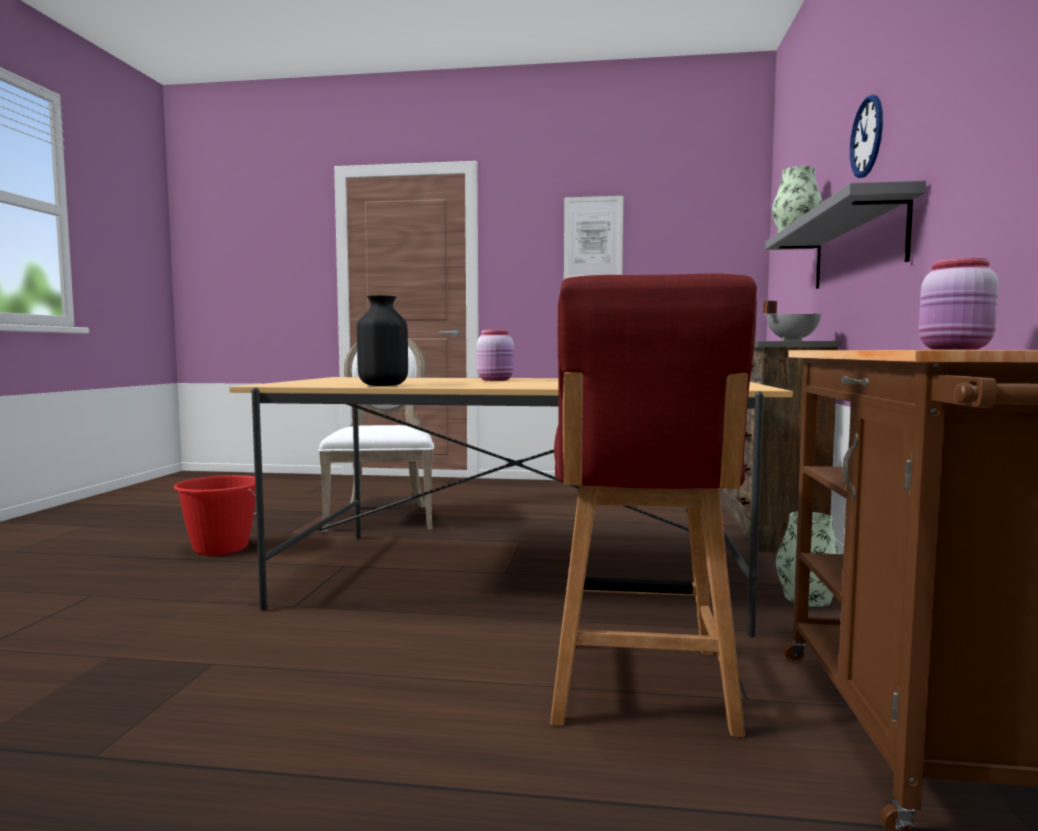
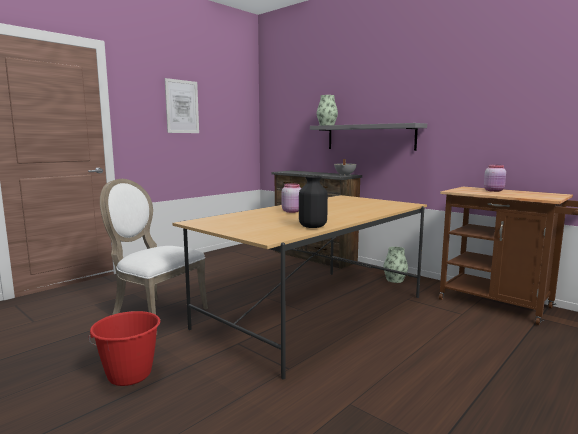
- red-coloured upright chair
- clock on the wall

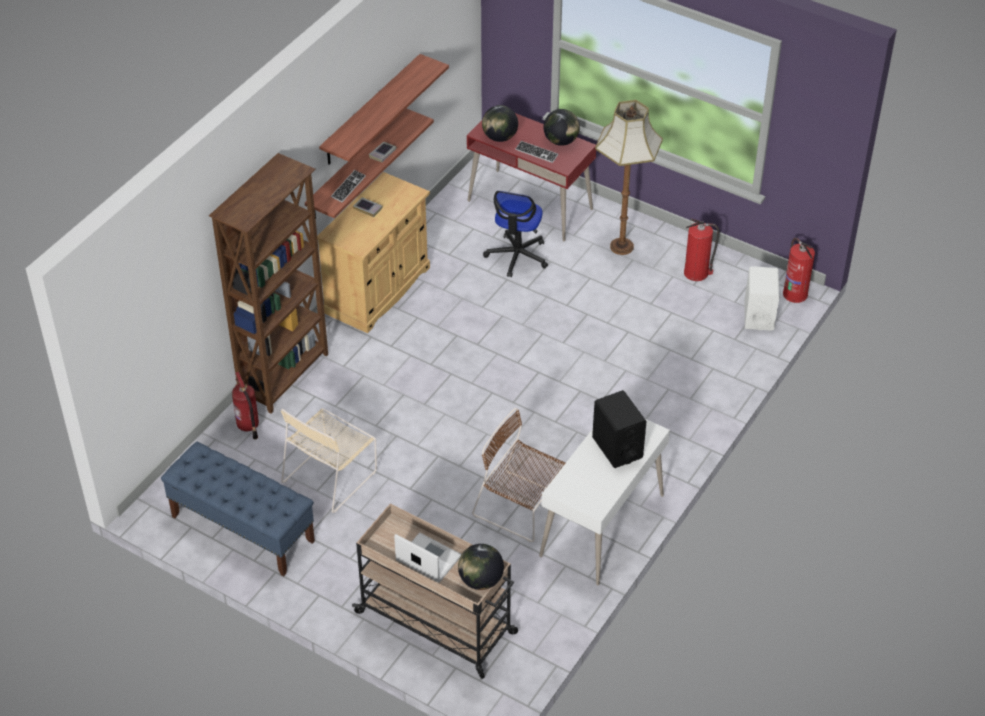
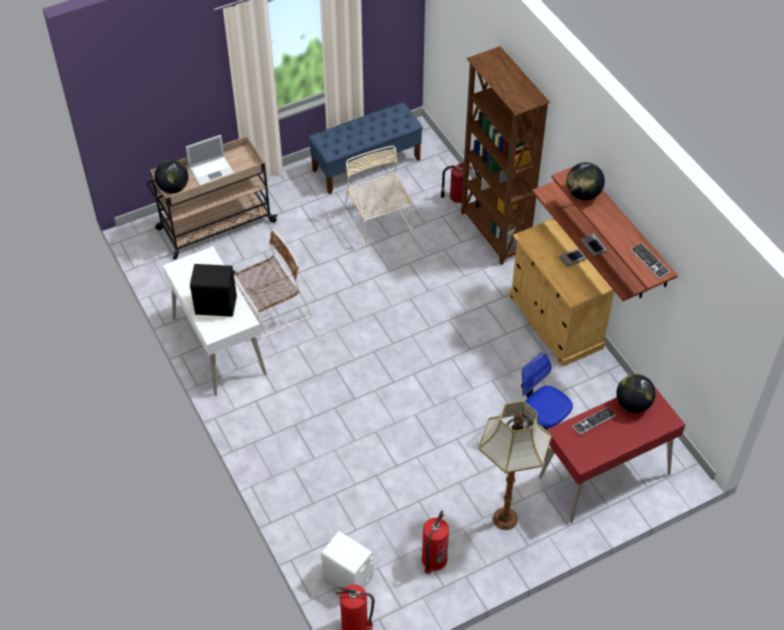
~ computer keyboard (1st from left in the first image) to computer keyboard (2nd from left)
~ globe (3rd from left in the first image) to globe (2nd from left)

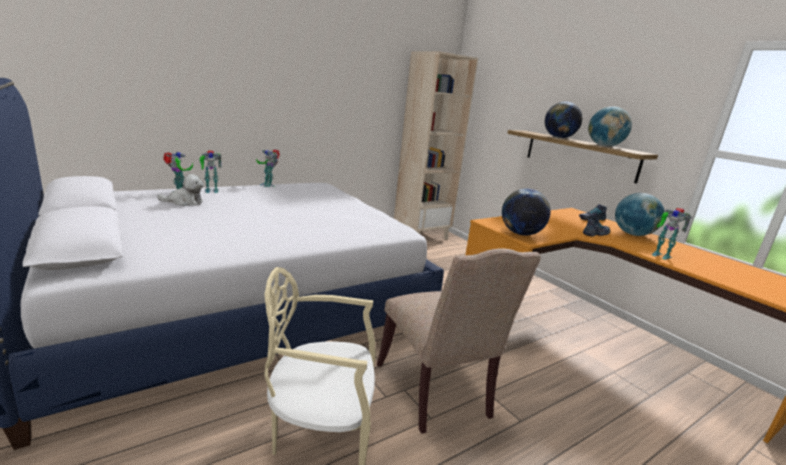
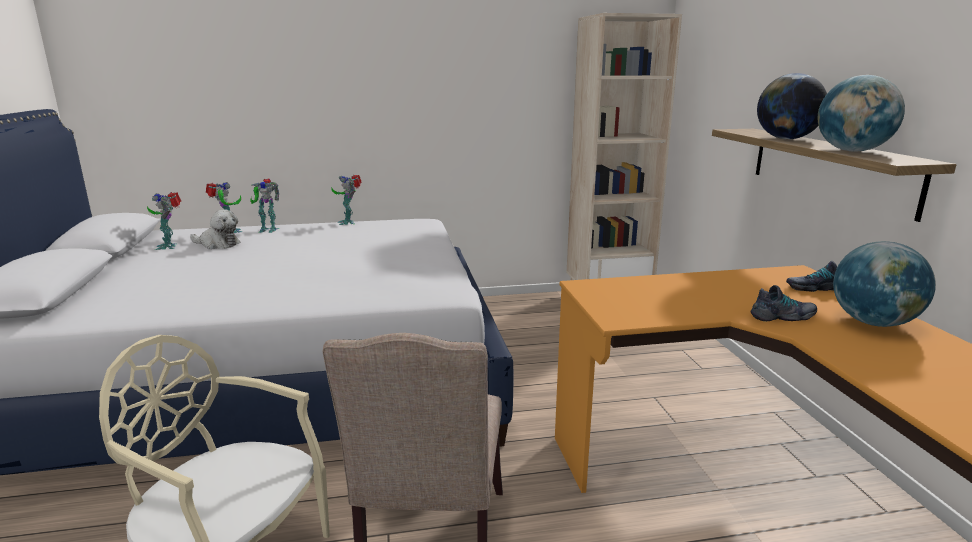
- globe (1st from left)
~ model robot (4th from left in the first image) to model robot (1st from left)

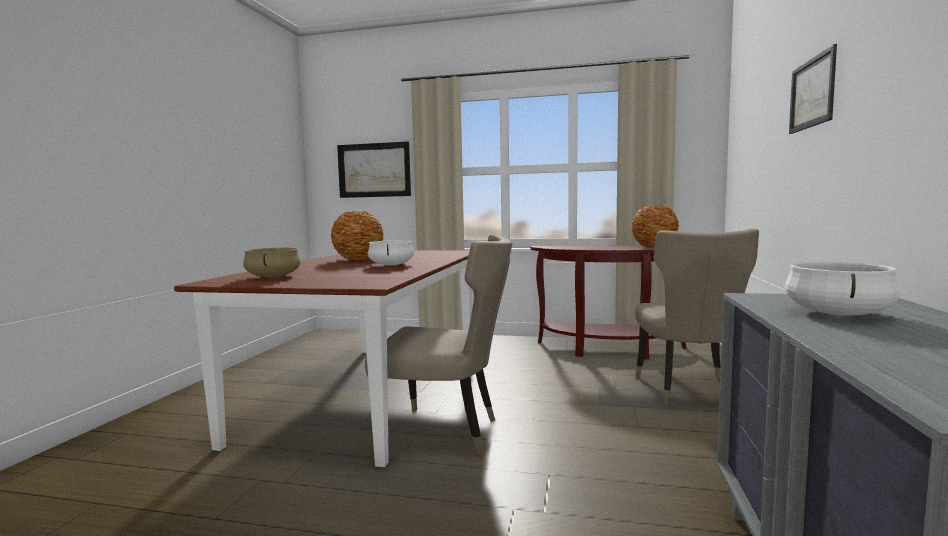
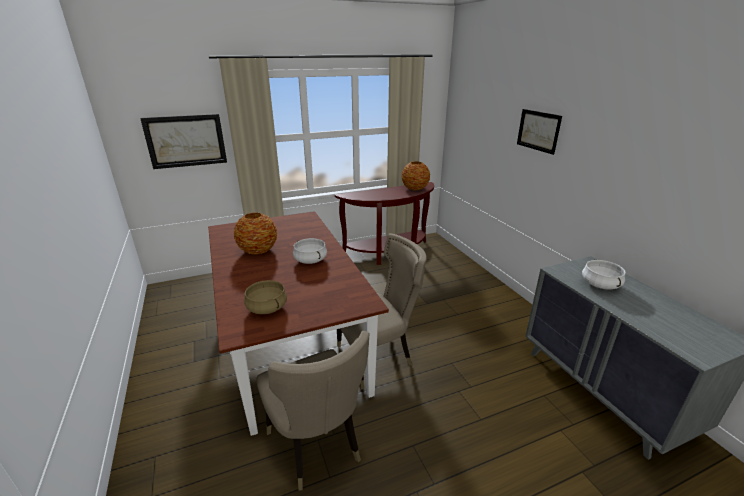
~ beige-coloured upright chair (2nd from left in the first image) to beige-coloured upright chair (1st from left)

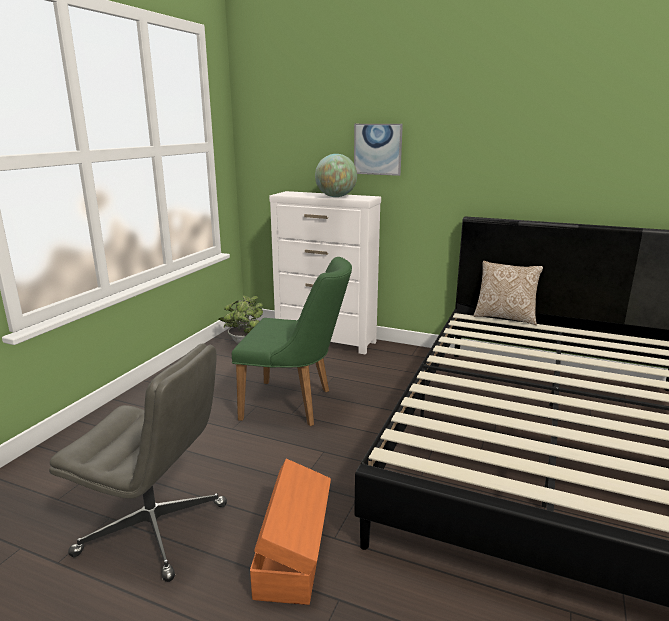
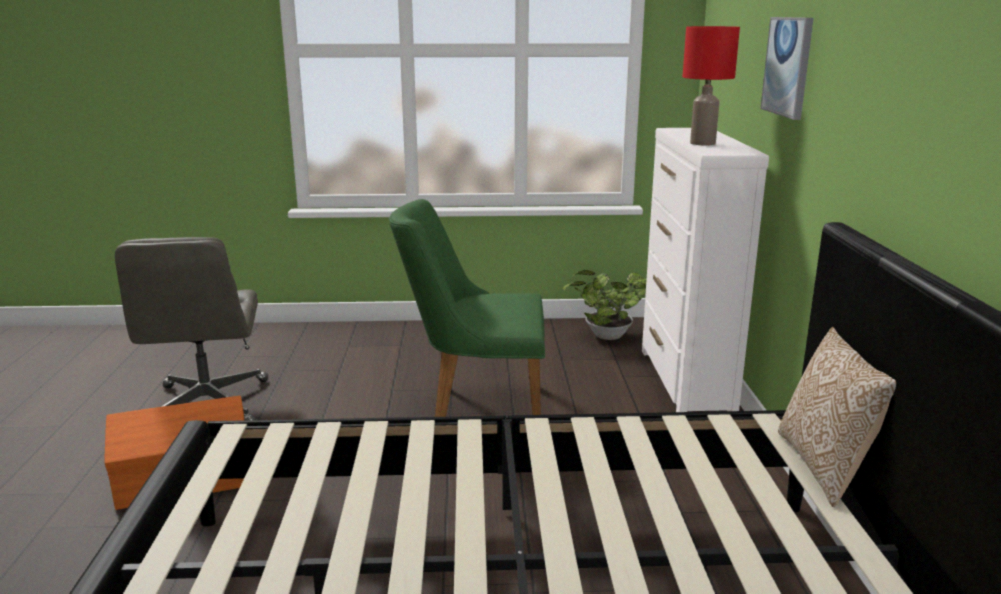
~ globe to red-coloured lamp for a table
~ green-coloured upright chair 105 degrees clockwise

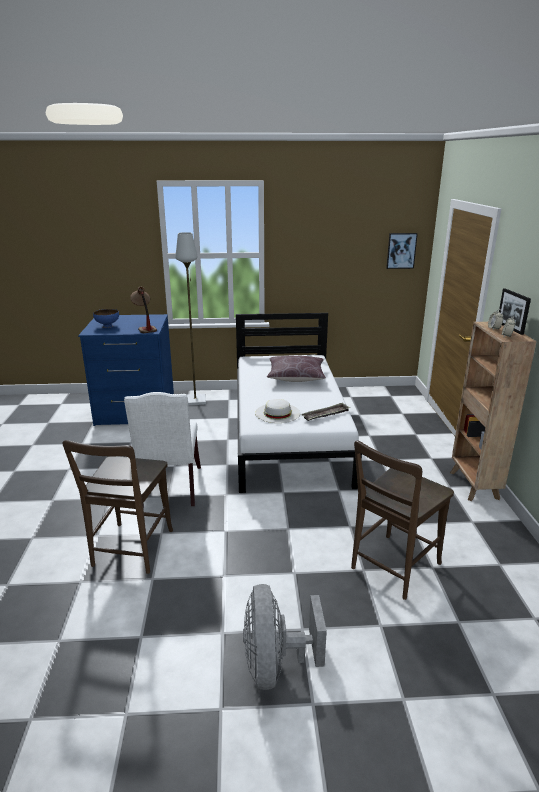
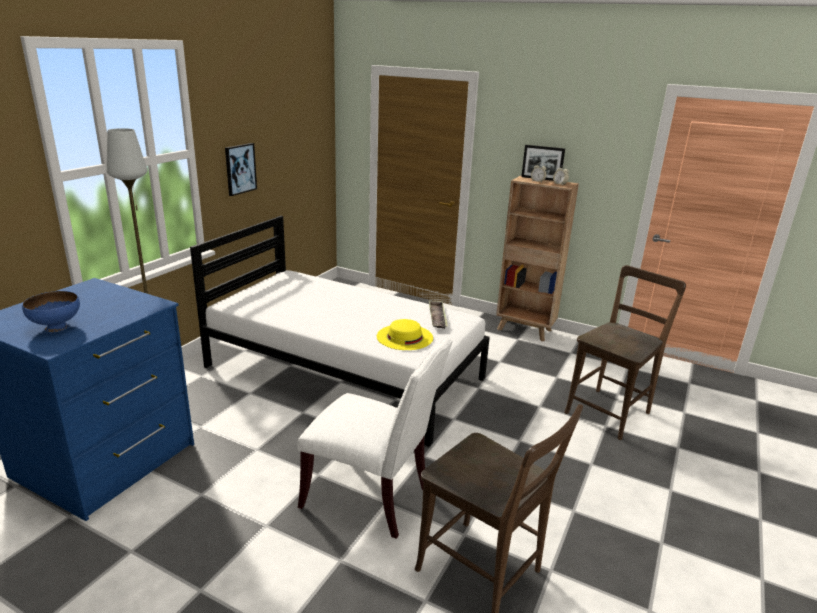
- lamp for a table
- grey cooling fan
- brown cushion
~ wall picture
~ white hat to yellowish hat
~ brown upright chair (2nd from left) 120 degrees counterclockwise

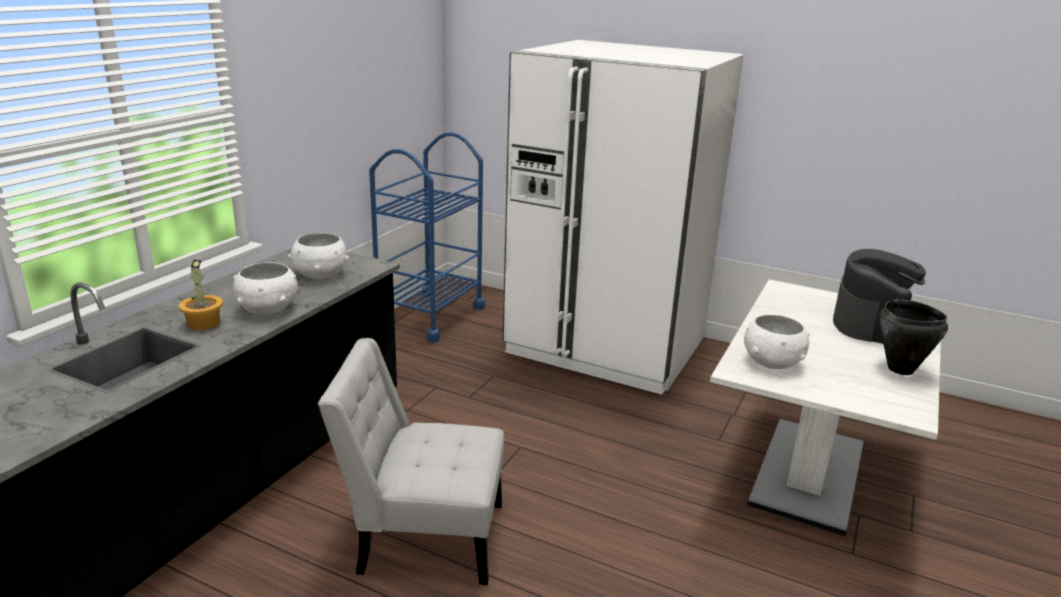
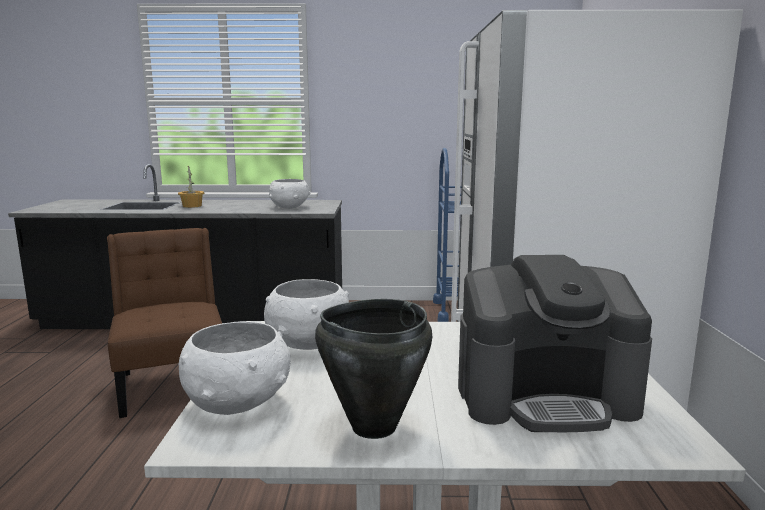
~ white bowl (1st from left)
~ white upright chair to brown upright chair

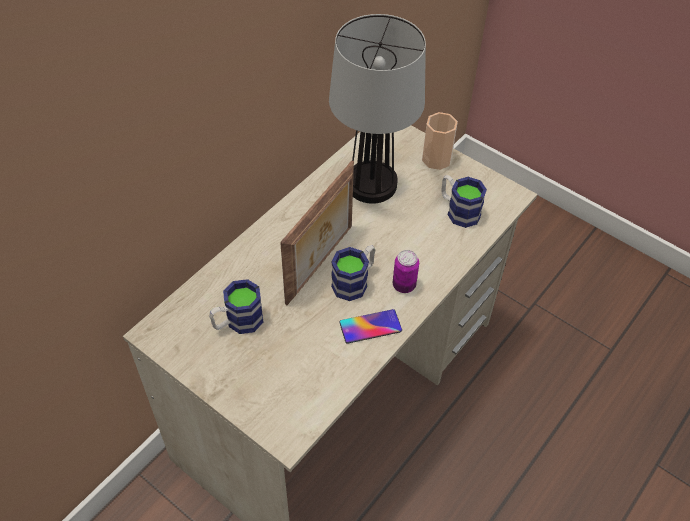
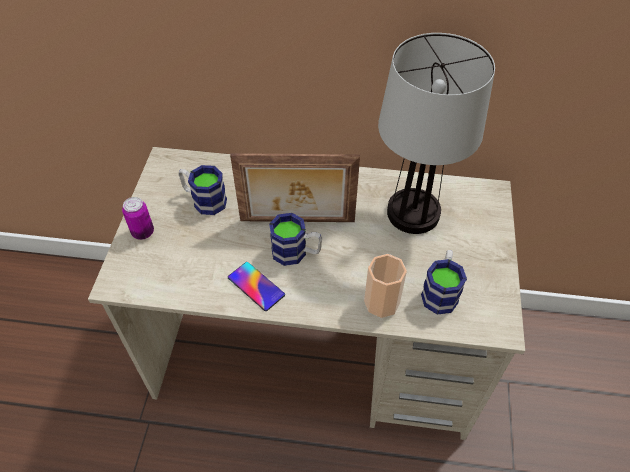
~ sealed can
~ cup

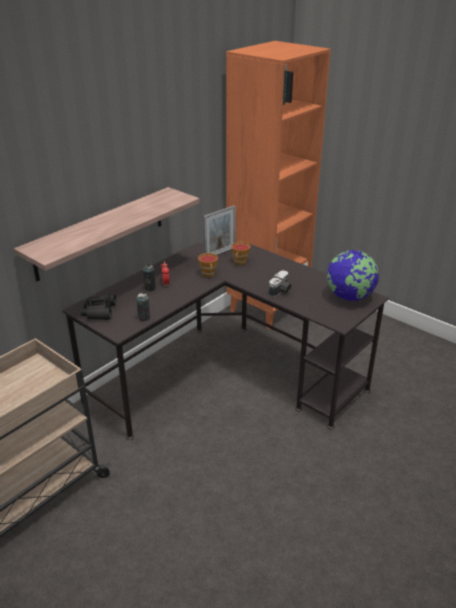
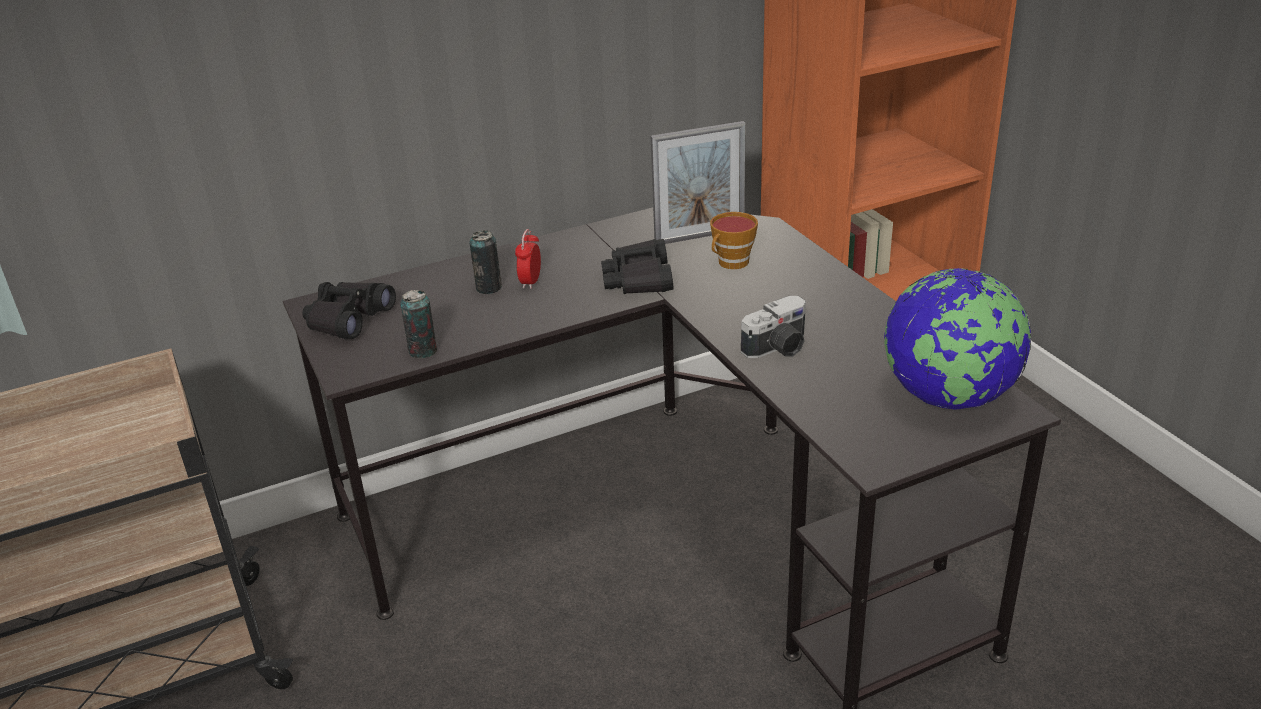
- shelf
~ cup (1st from left) to black-coloured field glasses (2nd from left)

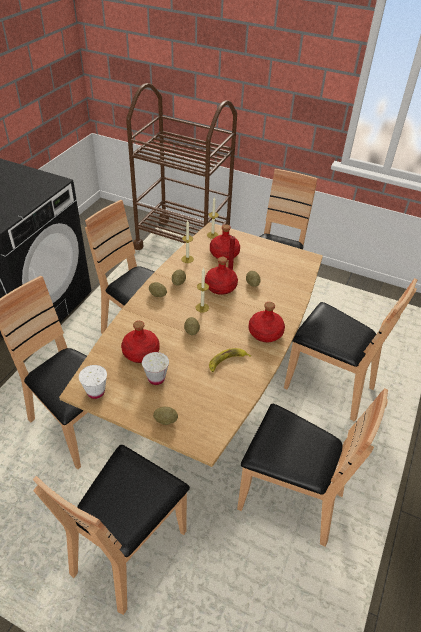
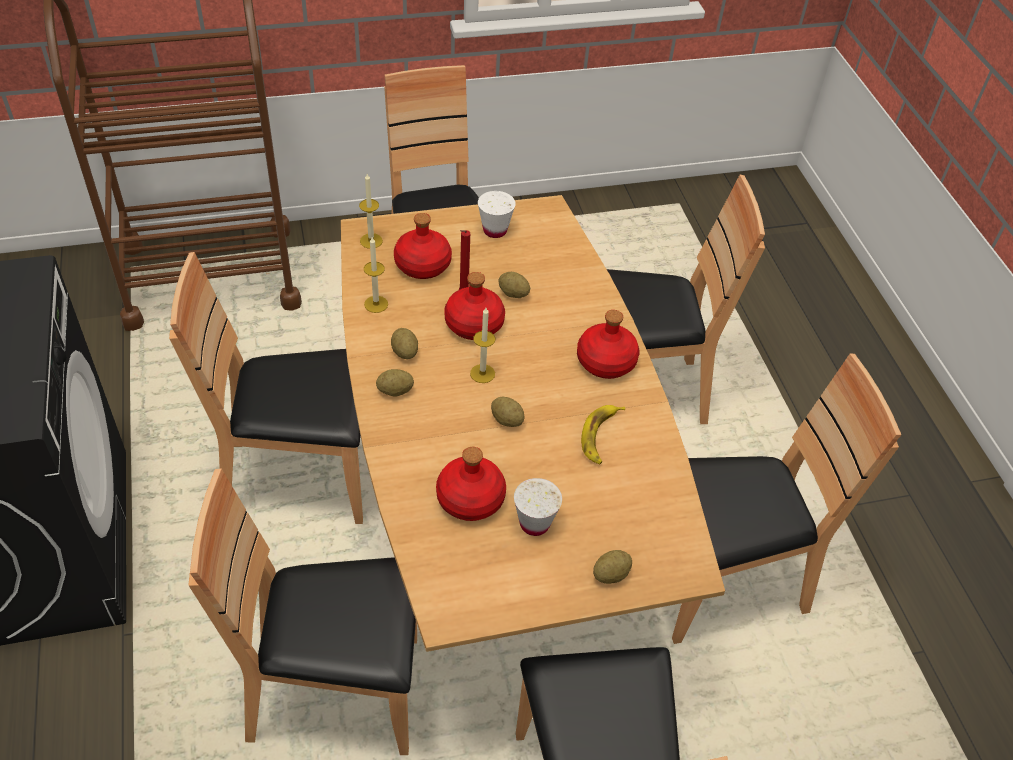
~ white cup (1st from left)

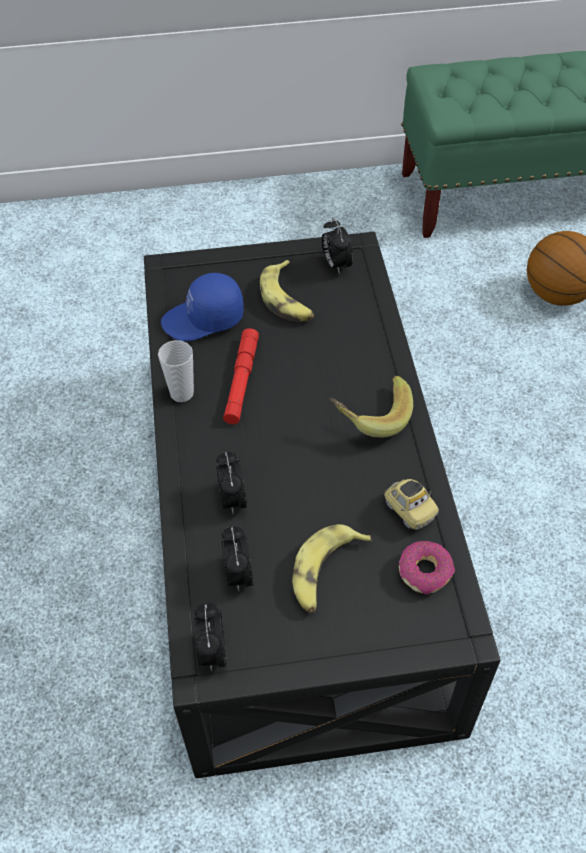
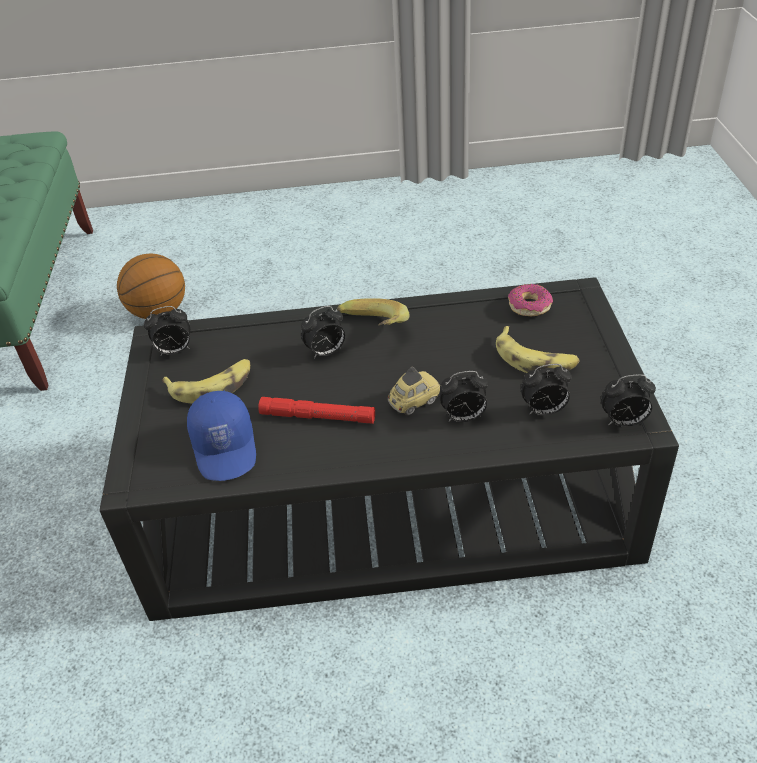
- cup
+ bedside clock (2nd from left)
~ toy car

